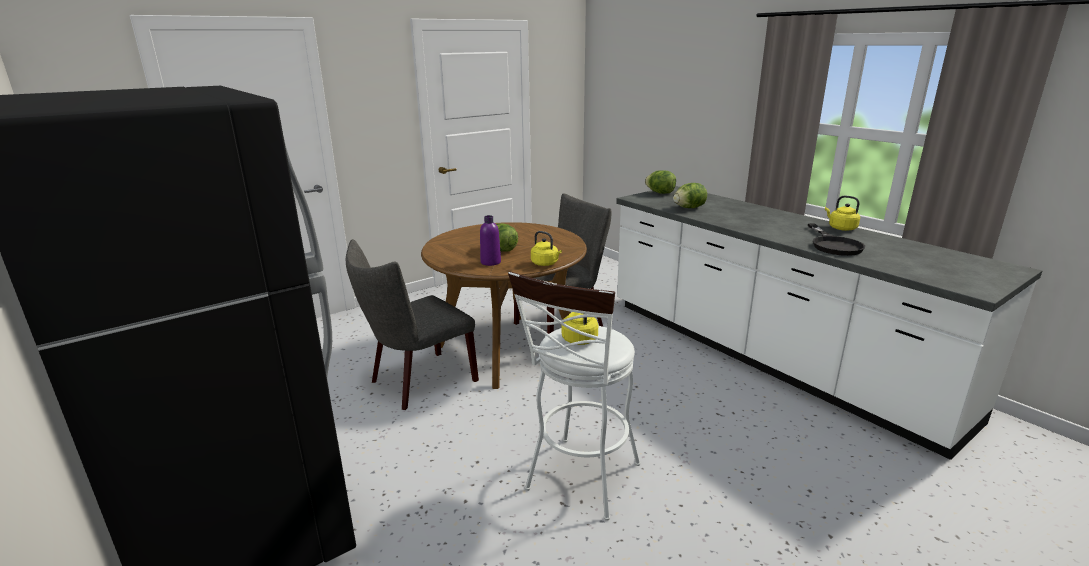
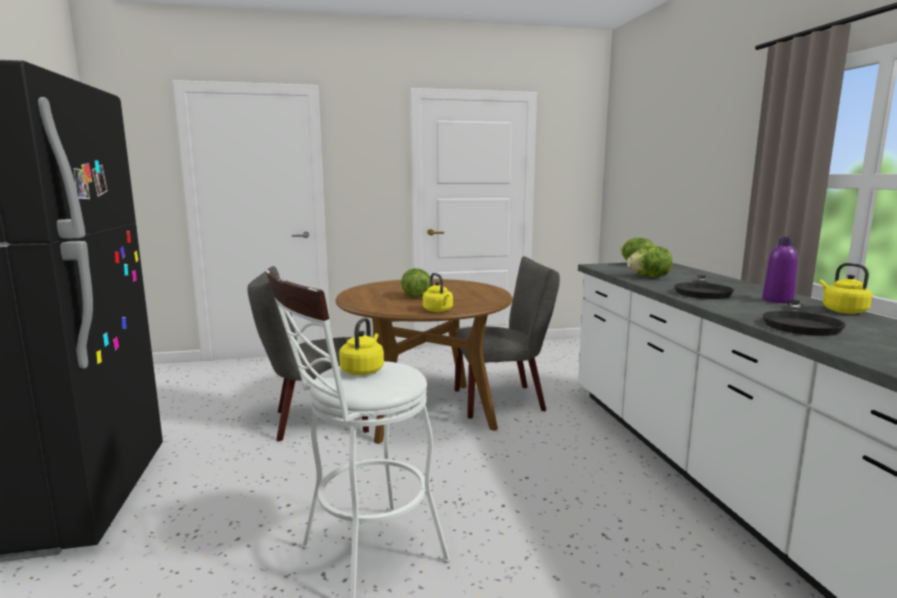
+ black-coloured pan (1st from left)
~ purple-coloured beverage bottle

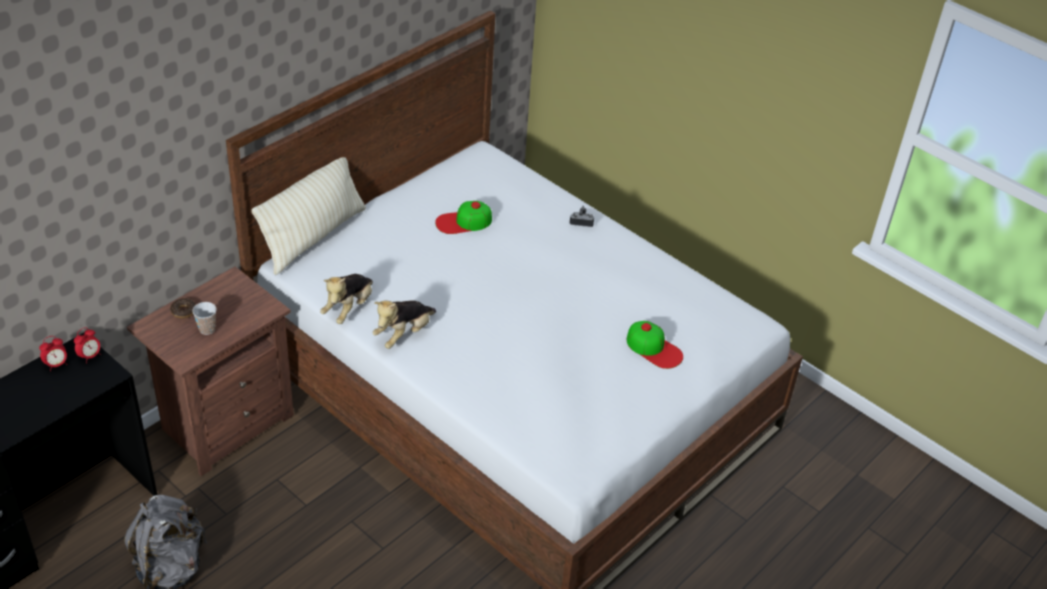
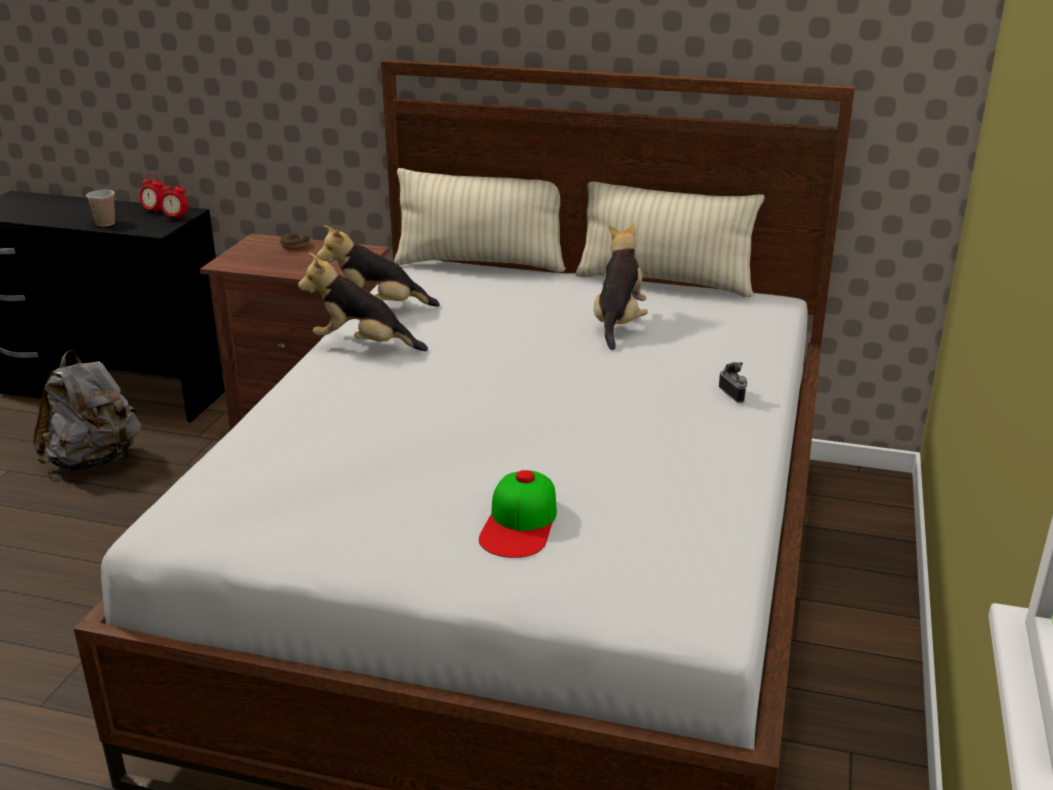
+ beige-coloured cushion (2nd from left)
~ cup
~ baseball cap (1st from left) to cuddly toy (3rd from left)

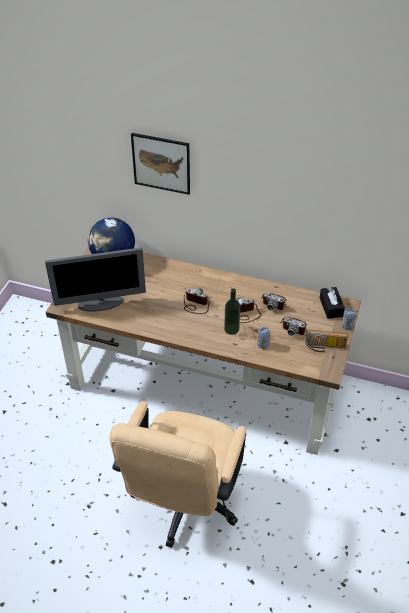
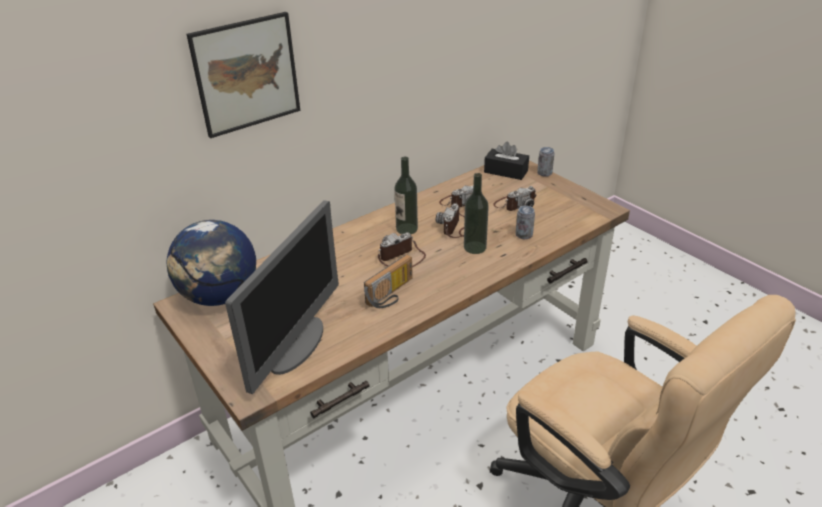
+ beverage bottle (1st from left)
~ radio

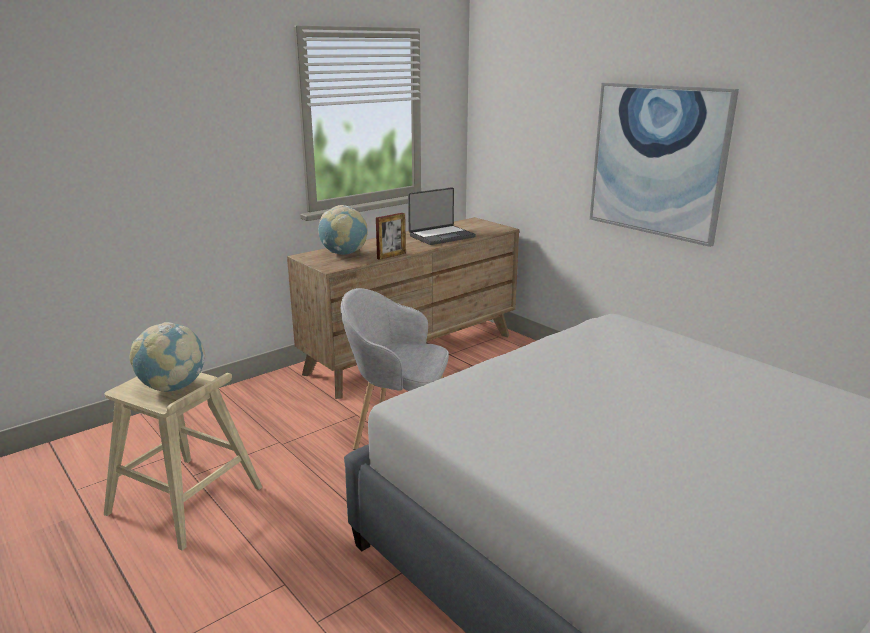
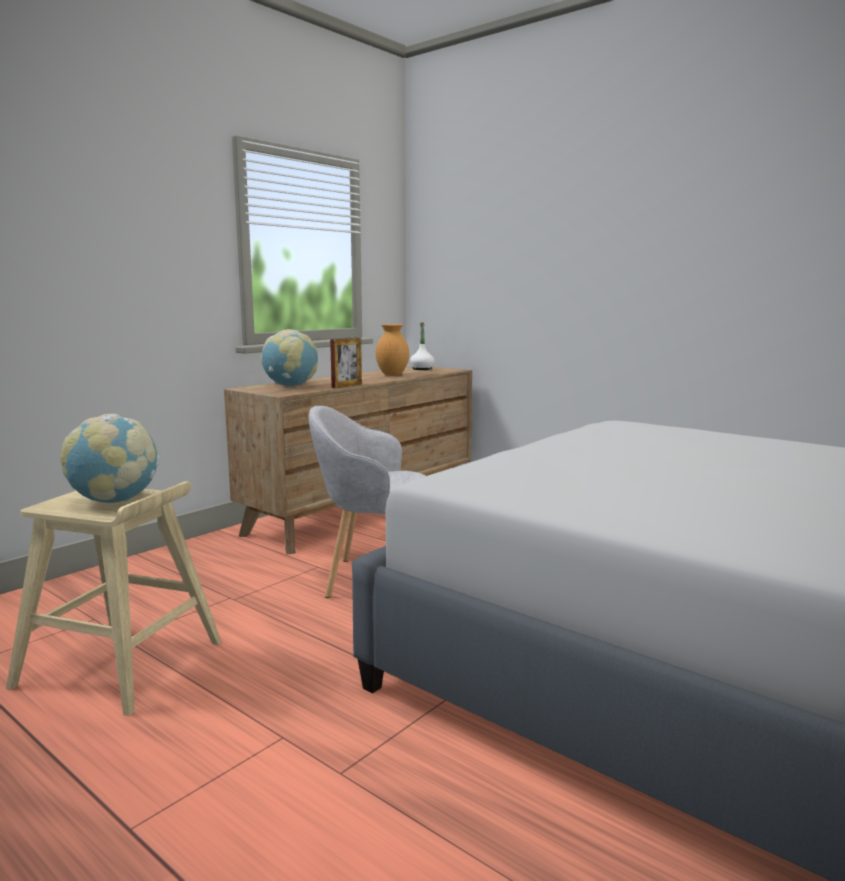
- wall picture
+ white beverage bottle
~ laptop to brown flower vase

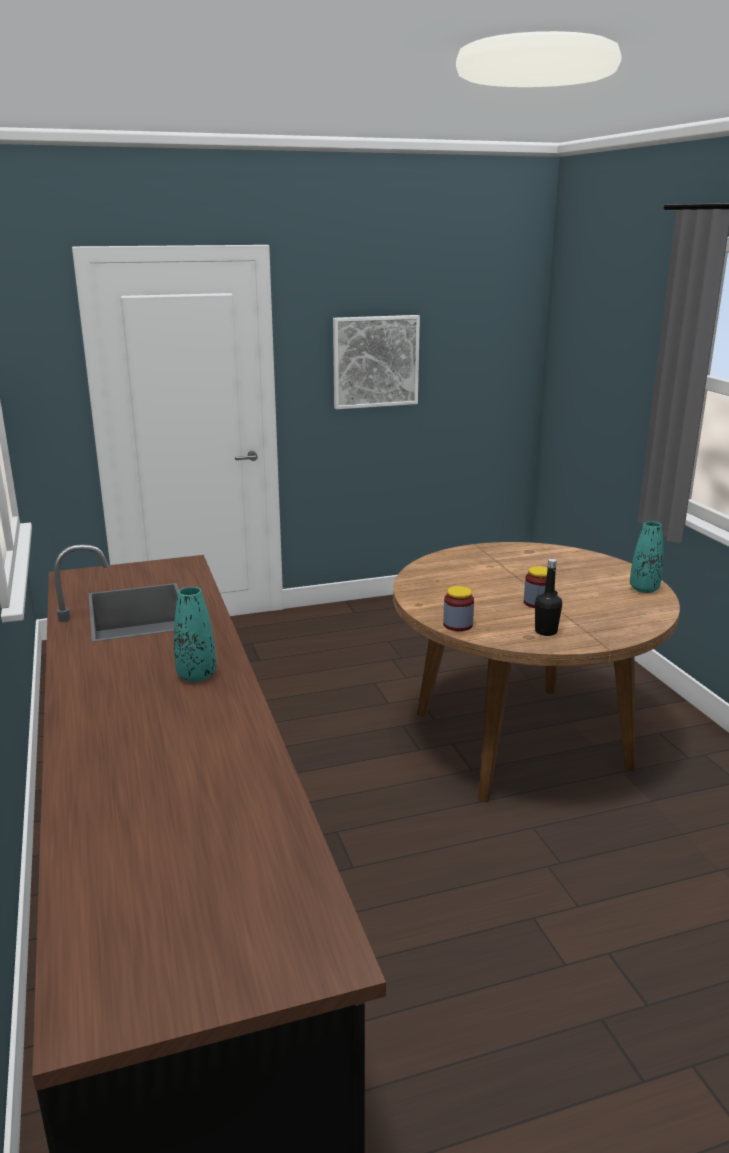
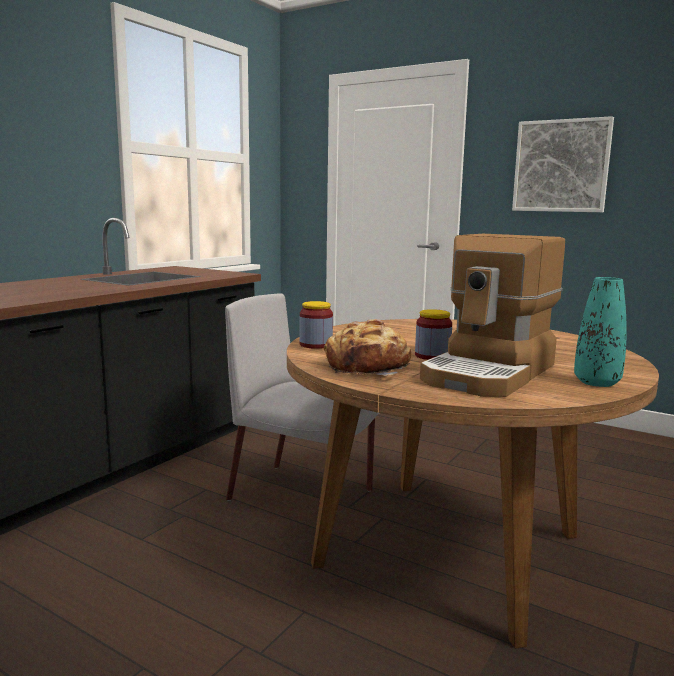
- turquoise-coloured flower vase (1st from left)
+ grey upright chair
+ coffee machine
~ black-coloured beverage bottle to bakery bread

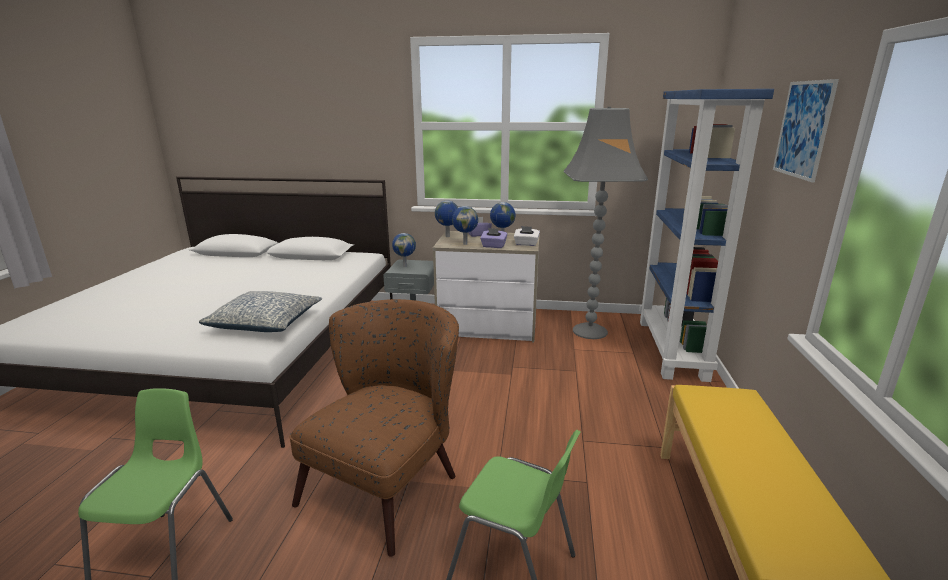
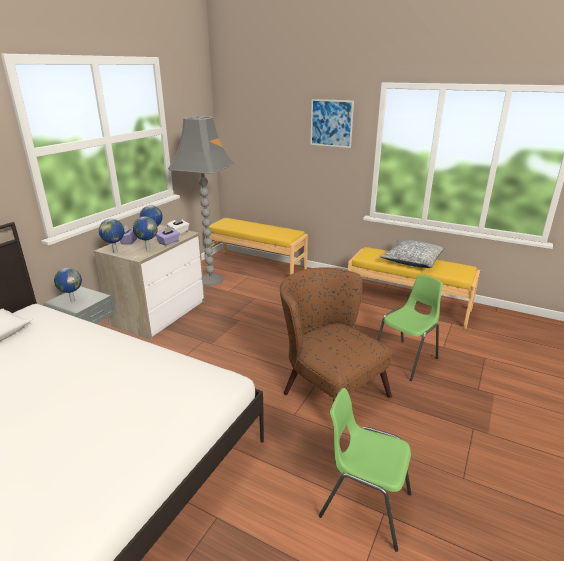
~ cushion
~ blue bookcase to yellowish indoor bench (1st from left)

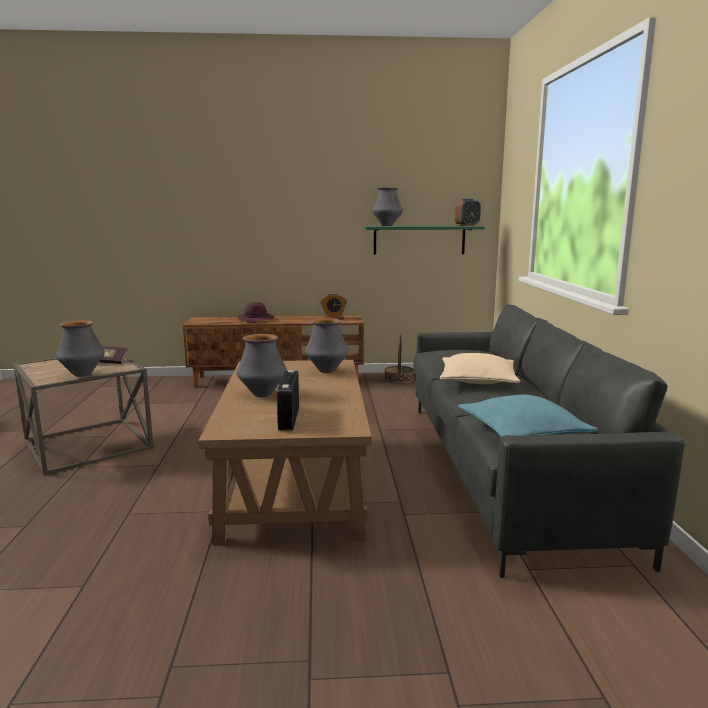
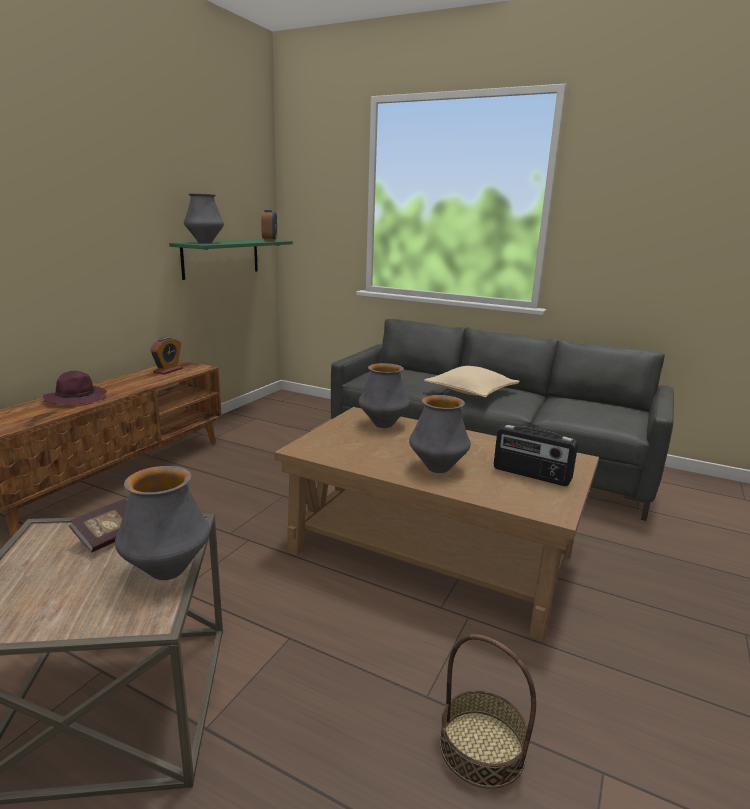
- turquoise-coloured cushion
~ storage basket

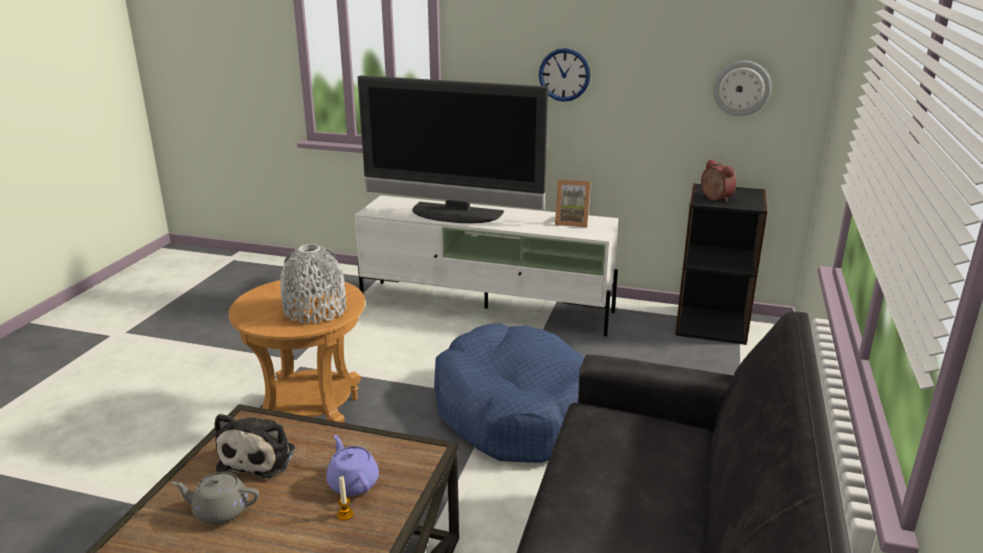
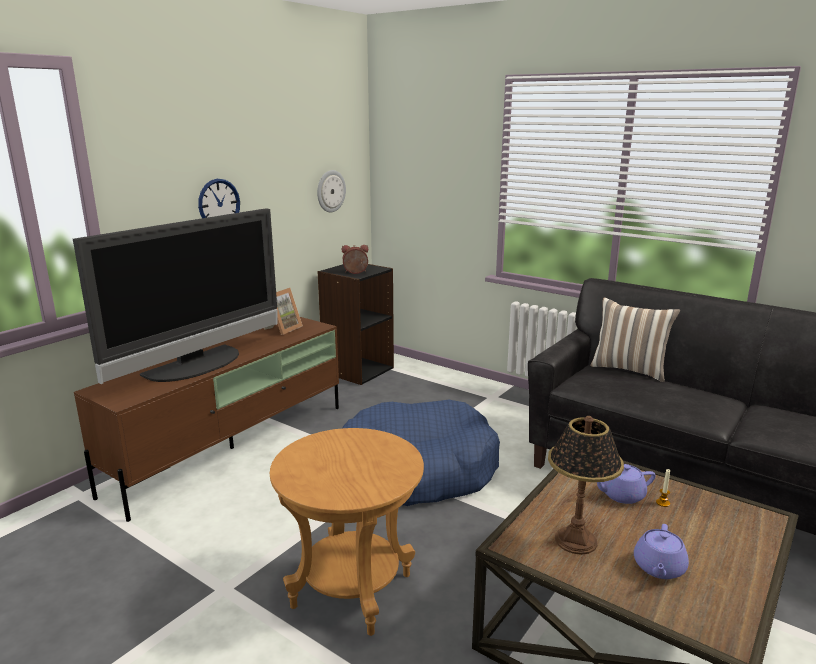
- grey flower vase
+ cushion
~ cuddly toy to lamp for a table
~ grey tea pot to purple-coloured tea pot (2nd from left)
~ white media console to brown media console

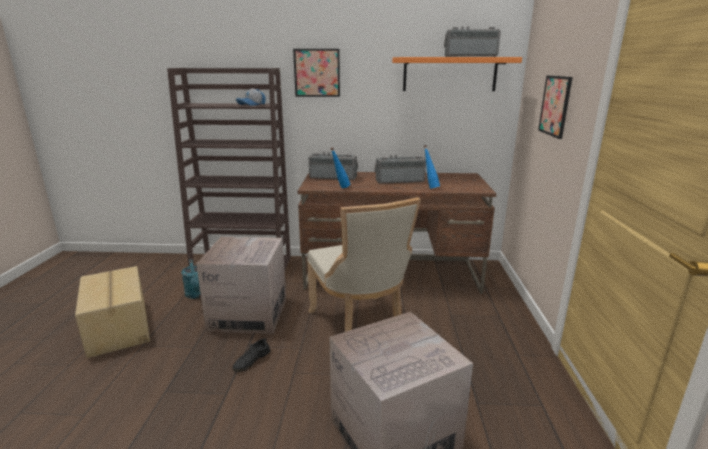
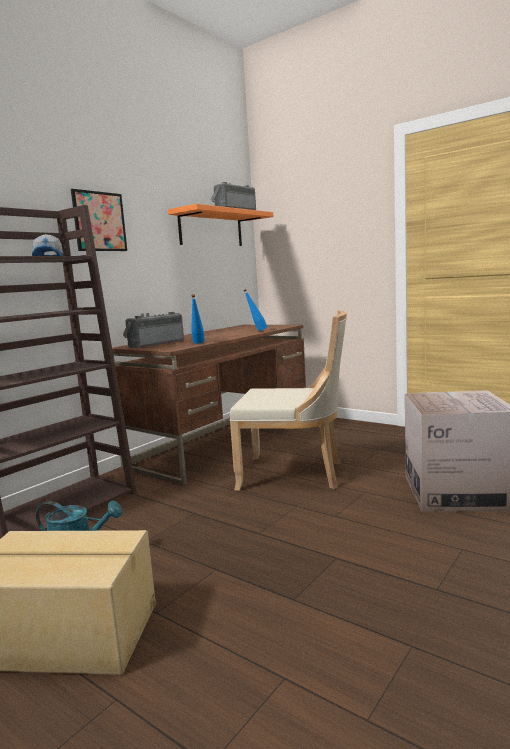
- carton (2nd from left)
- black-coloured low shoe
- radio (2nd from left)
- wall picture (2nd from left)

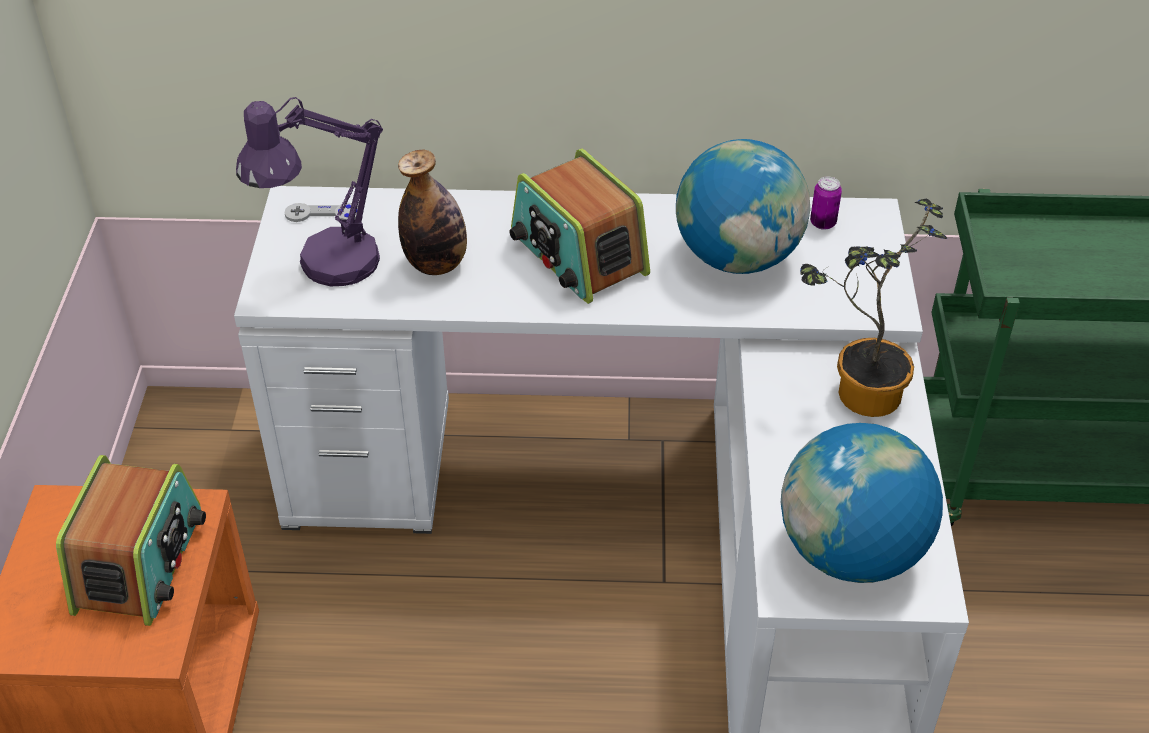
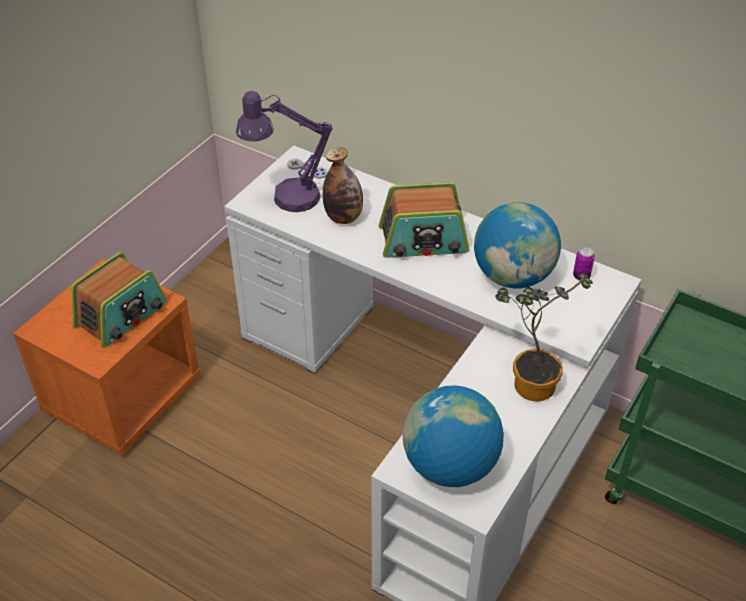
~ radio (2nd from left) 90 degrees counterclockwise

